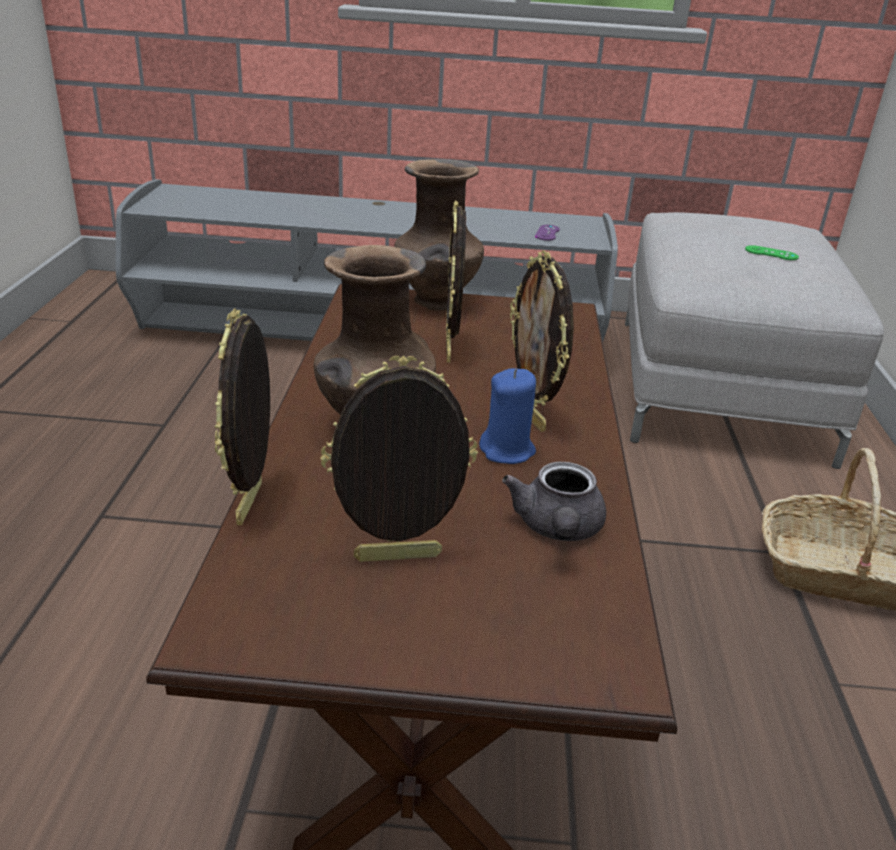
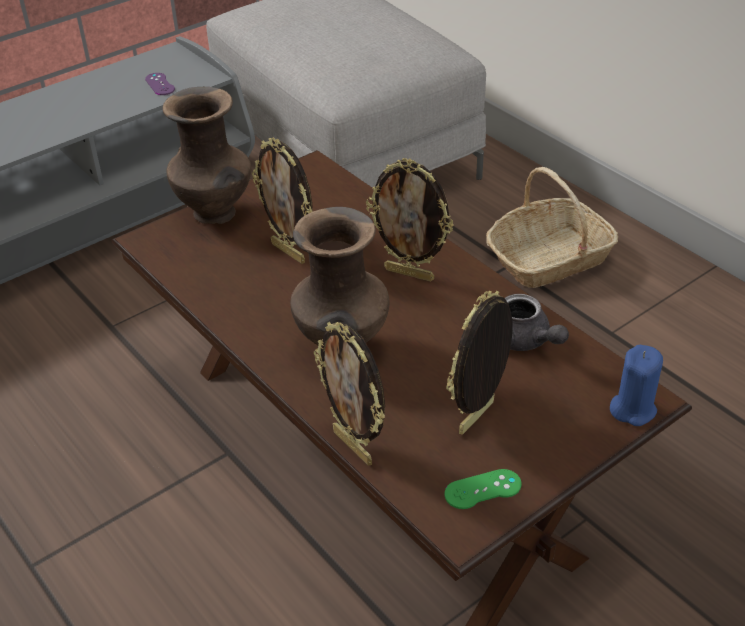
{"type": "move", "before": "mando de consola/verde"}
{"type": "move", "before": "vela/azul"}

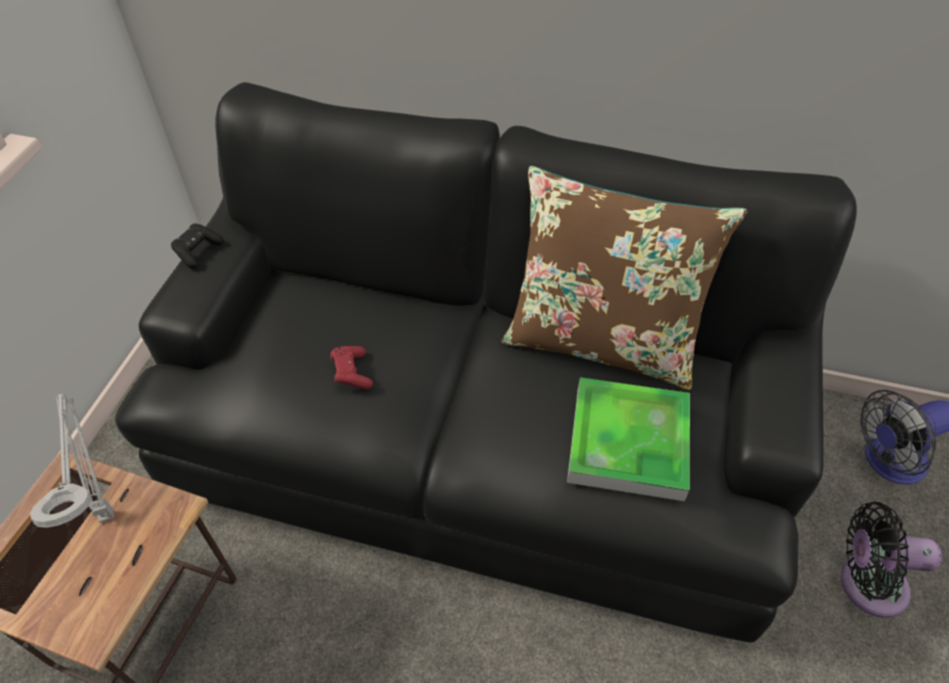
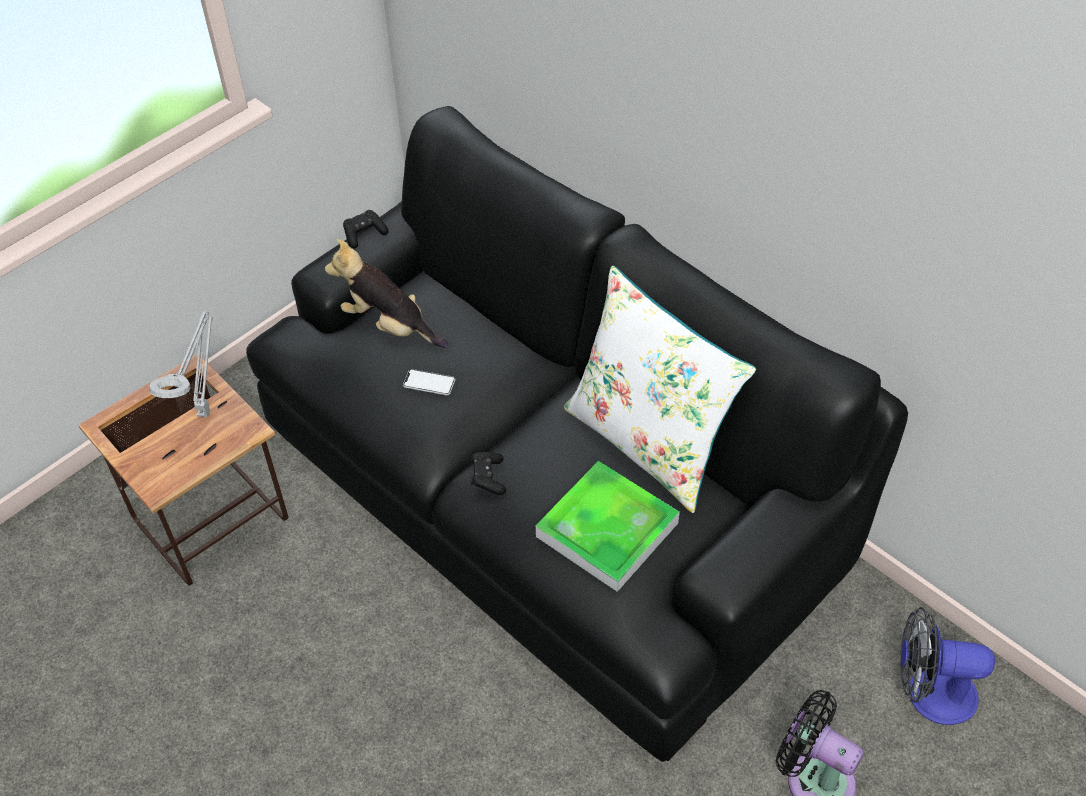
{"type": "recolor", "before": "cojín/marrón", "after": "cojín/blanco"}
{"type": "replace", "before": "mando de consola/rojo", "after": "móvil"}
{"type": "insert", "after": "peluche"}
{"type": "insert", "after": "mando de consola/negro (2nd from left)"}

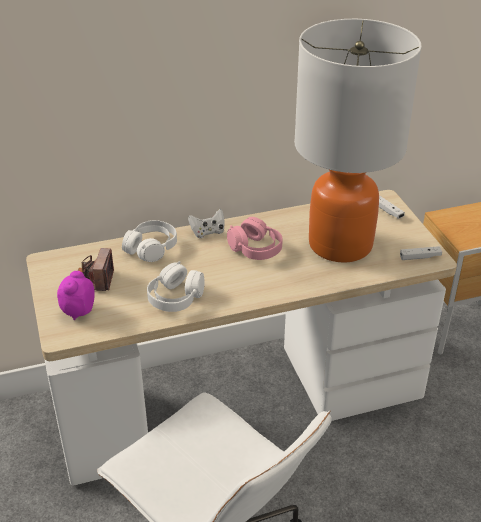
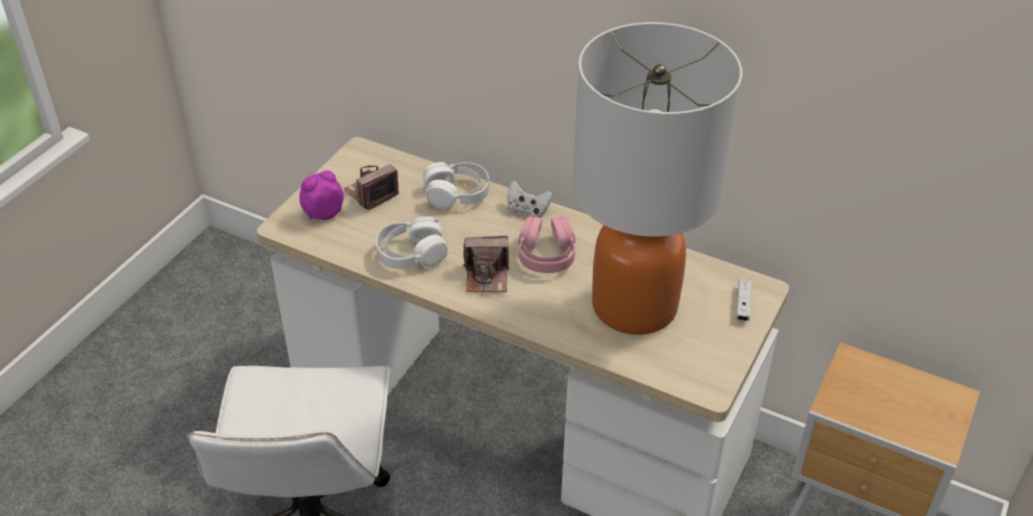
{"type": "delete", "before": "mando de consola/blanco (3rd from left)"}
{"type": "insert", "after": "cámara (2nd from left)"}

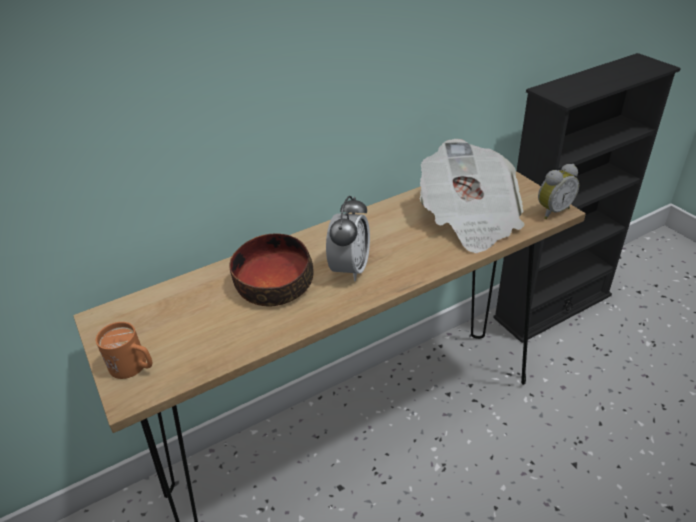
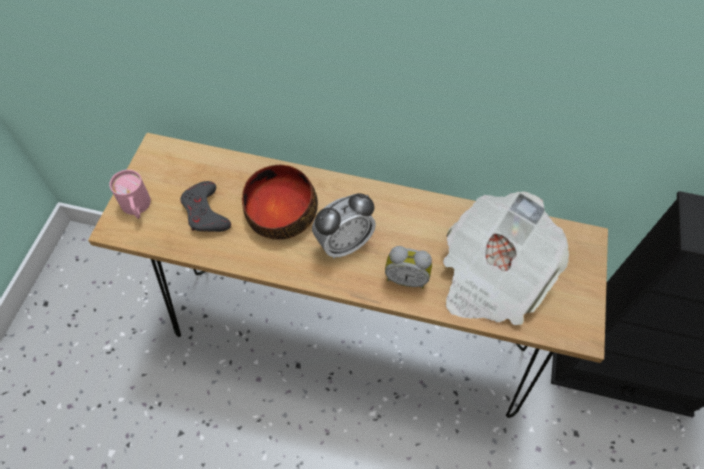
{"type": "move", "before": "despertador (2nd from left)"}
{"type": "recolor", "before": "taza grande/naranja", "after": "taza grande/rosa"}
{"type": "insert", "after": "mando de consola/gris"}

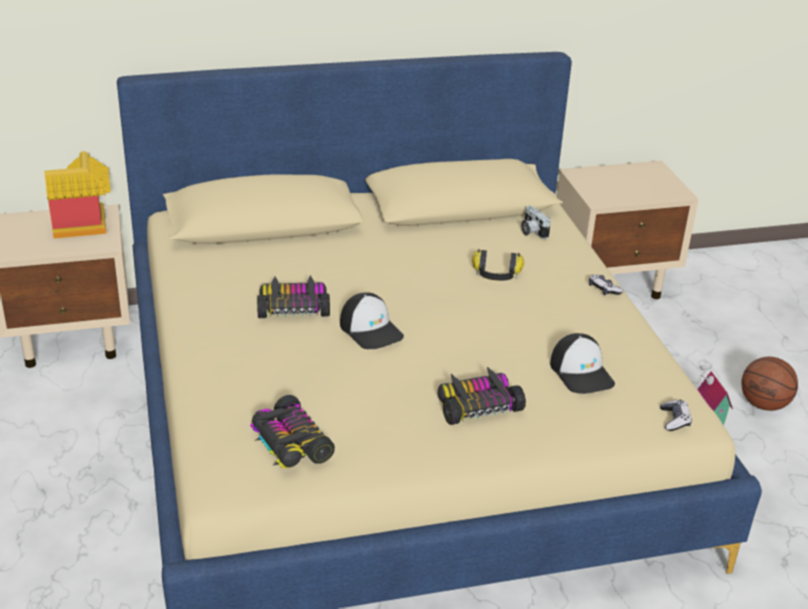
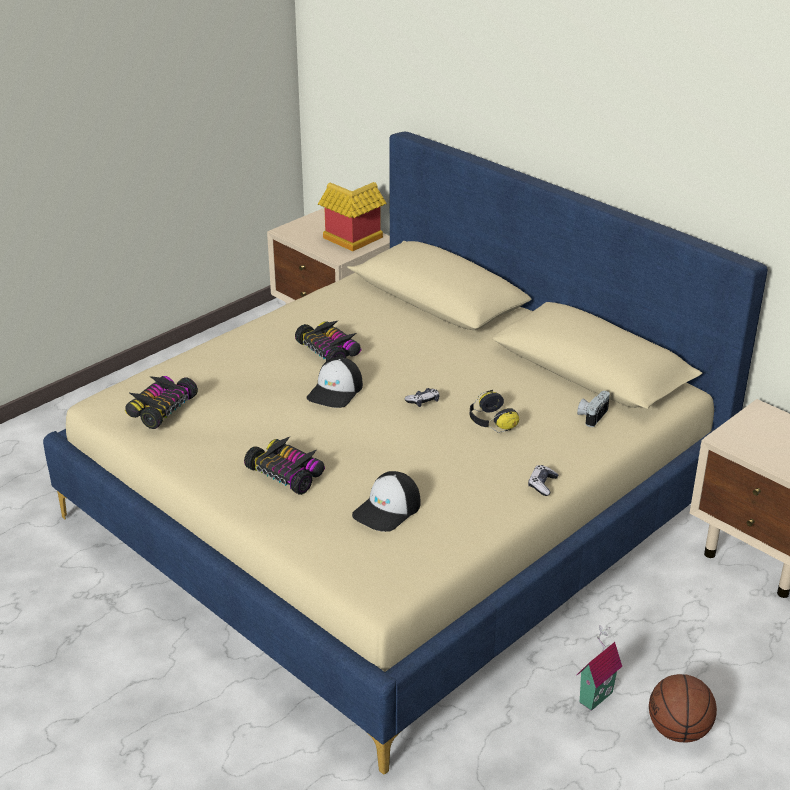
{"type": "move", "before": "mando de consola (2nd from left in the first image)", "after": "mando de consola (1st from left)"}

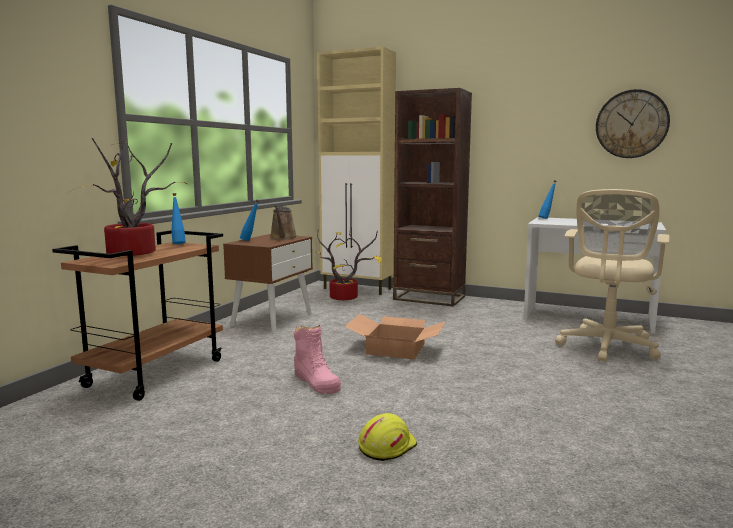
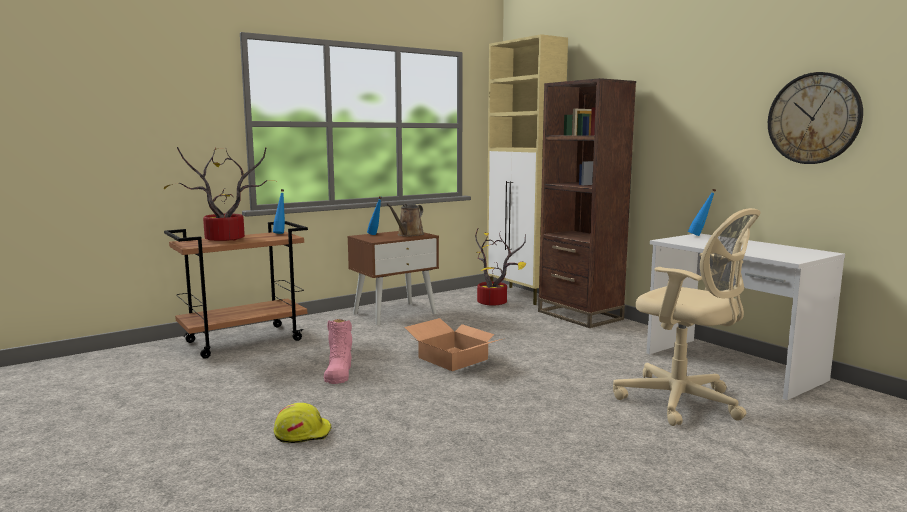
{"type": "rotate", "before": "silla de oficina/beis", "turn": -105}

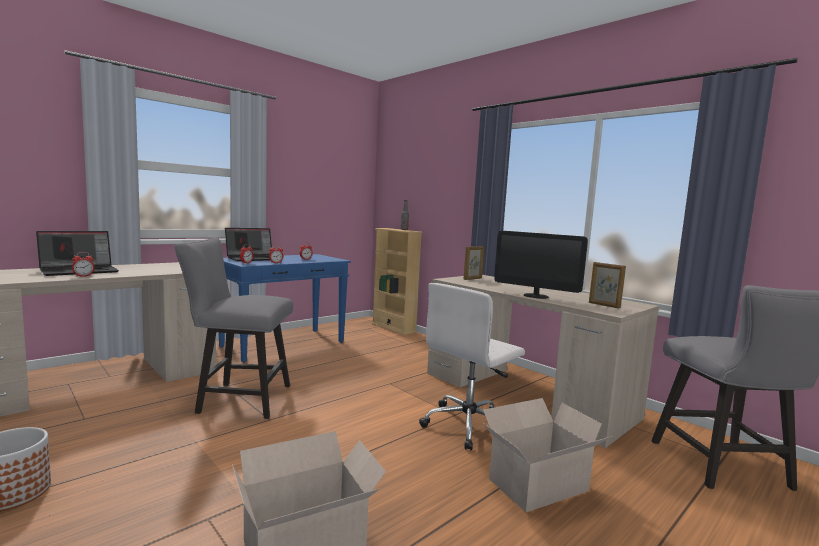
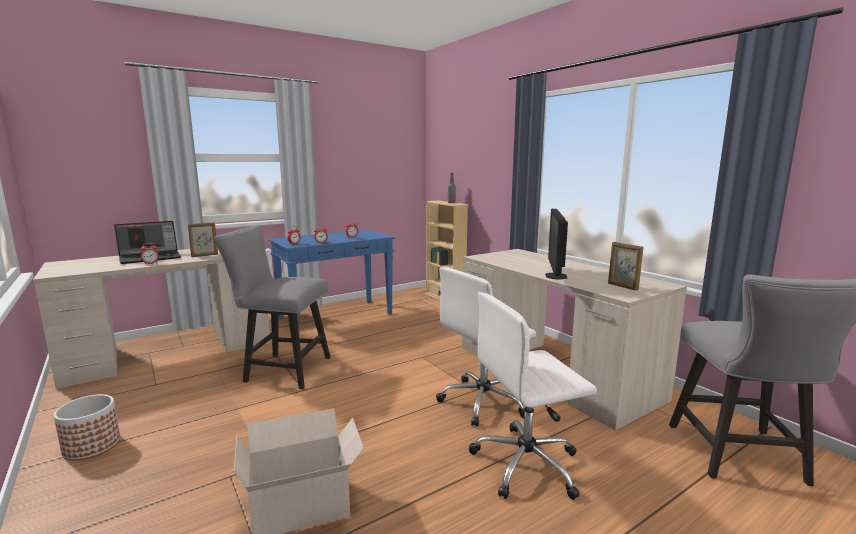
{"type": "delete", "before": "portátil (2nd from left)"}
{"type": "rotate", "before": "monitor", "turn": 60}
{"type": "move", "before": "portarretratos (1st from left)"}
{"type": "replace", "before": "caja de cartón (2nd from left)", "after": "silla de oficina/blanco (2nd from left)"}

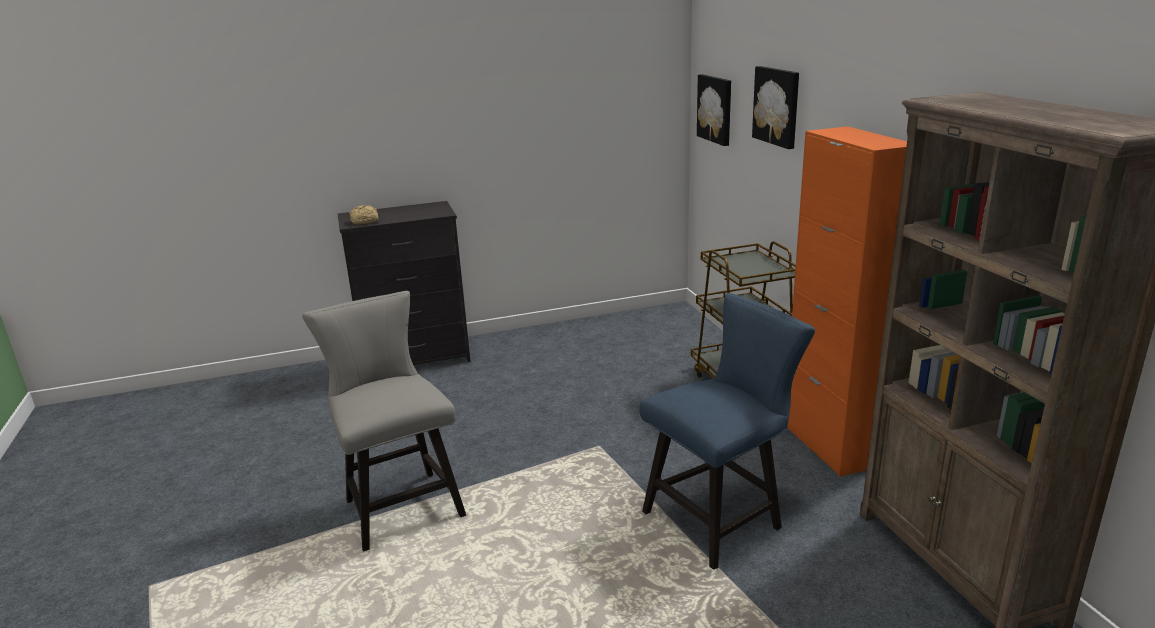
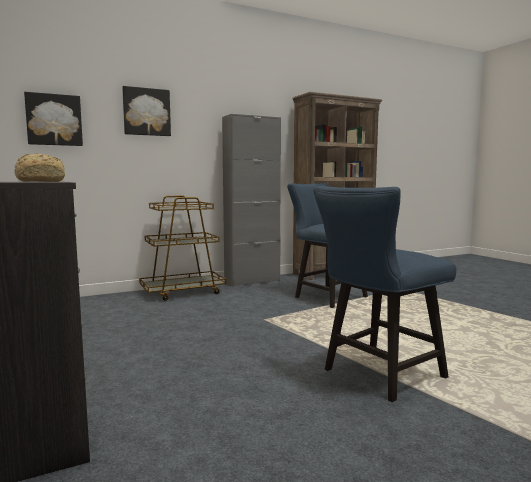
{"type": "recolor", "before": "armario/naranja", "after": "armario/gris"}
{"type": "recolor", "before": "silla/gris", "after": "silla/azul (2nd from left)"}

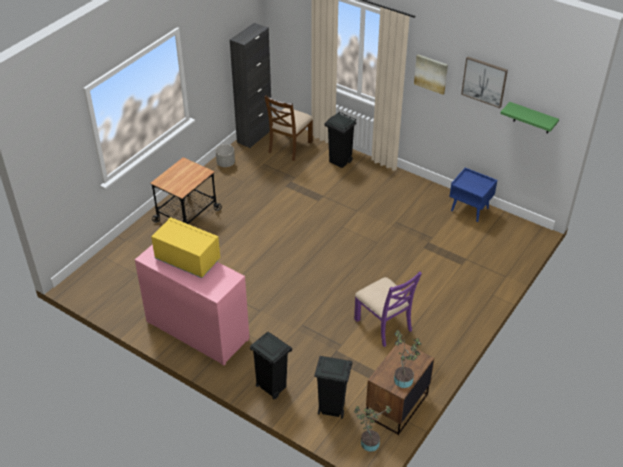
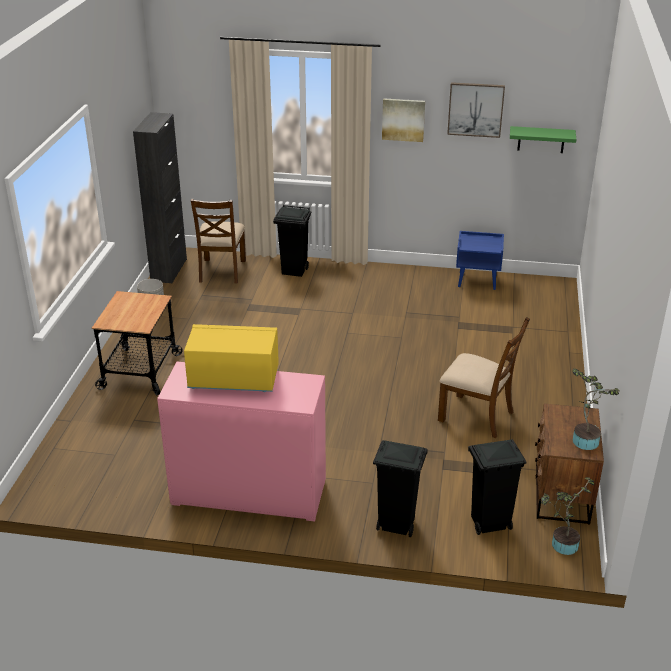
{"type": "recolor", "before": "silla/morado", "after": "silla/marrón (2nd from left)"}

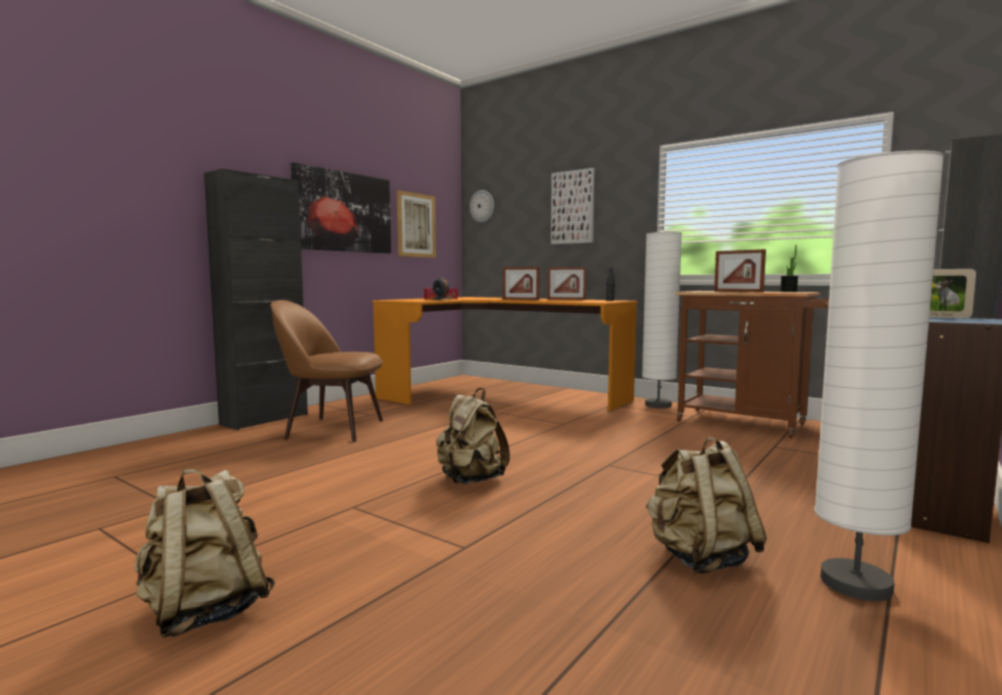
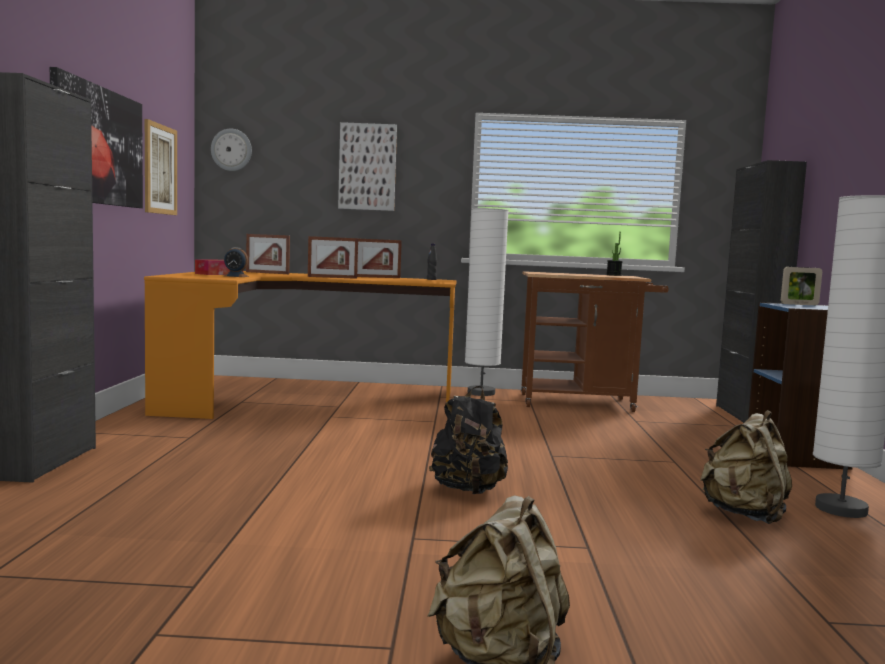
{"type": "move", "before": "portarretratos (3rd from left in the first image)", "after": "portarretratos (1st from left)"}
{"type": "delete", "before": "silla/marrón"}
{"type": "recolor", "before": "mochila/beis (2nd from left)", "after": "mochila/negro"}

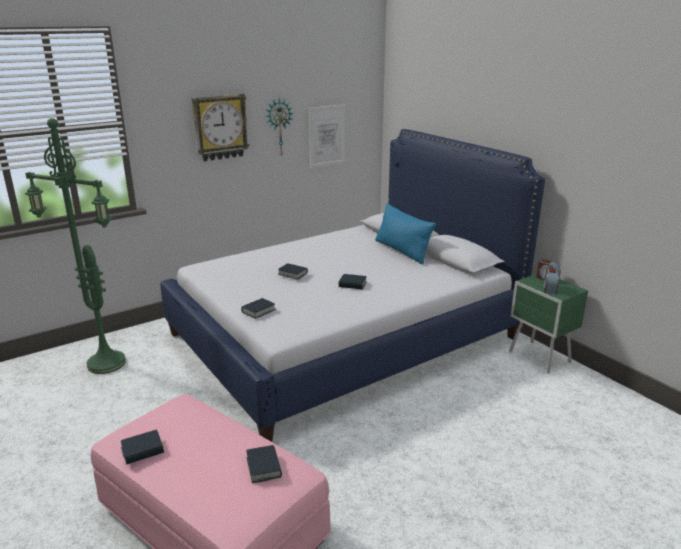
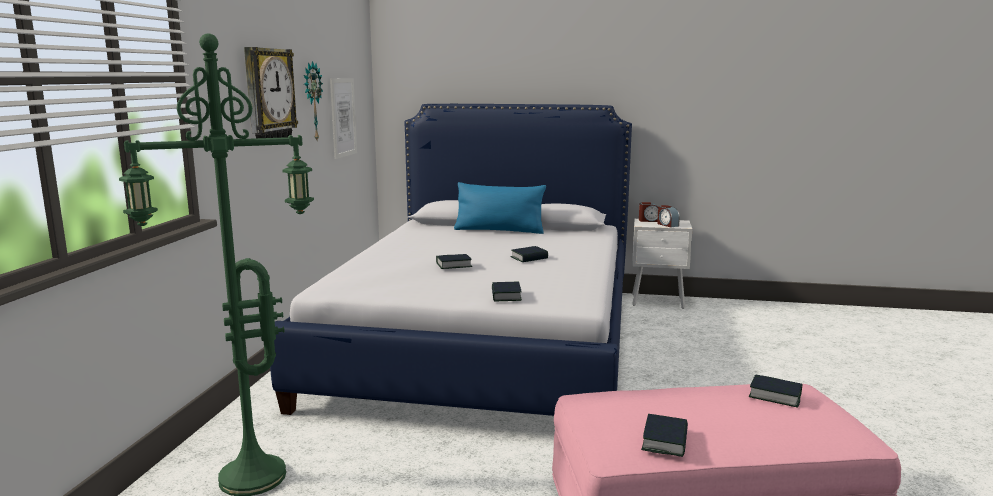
{"type": "recolor", "before": "mesita de noche/verde", "after": "mesita de noche/blanco"}

